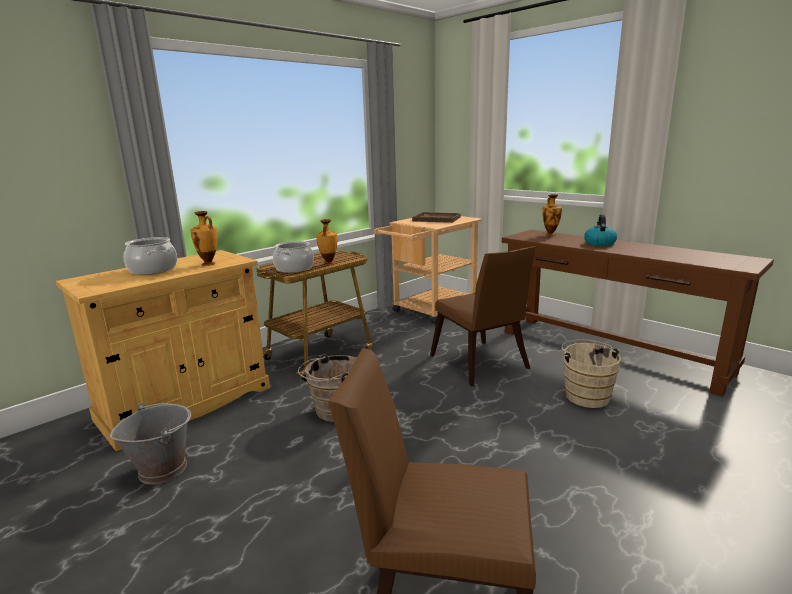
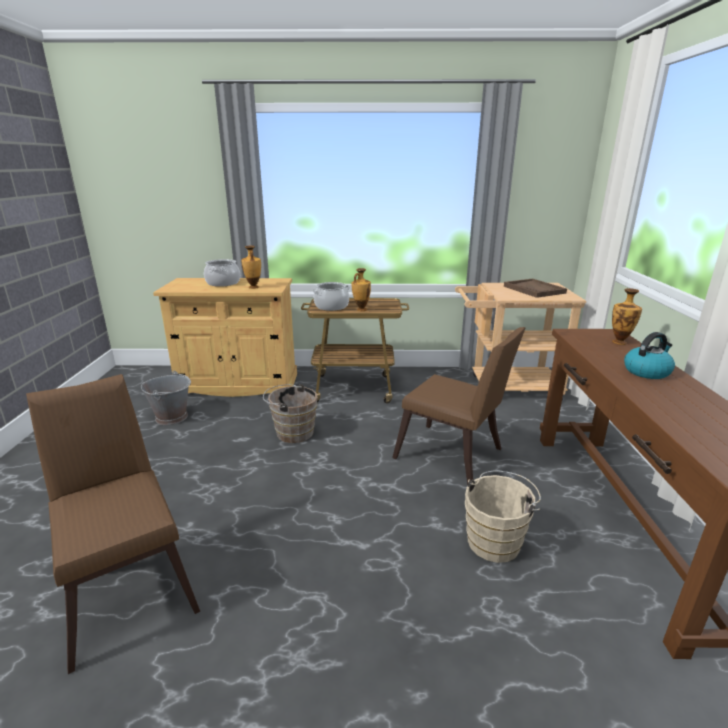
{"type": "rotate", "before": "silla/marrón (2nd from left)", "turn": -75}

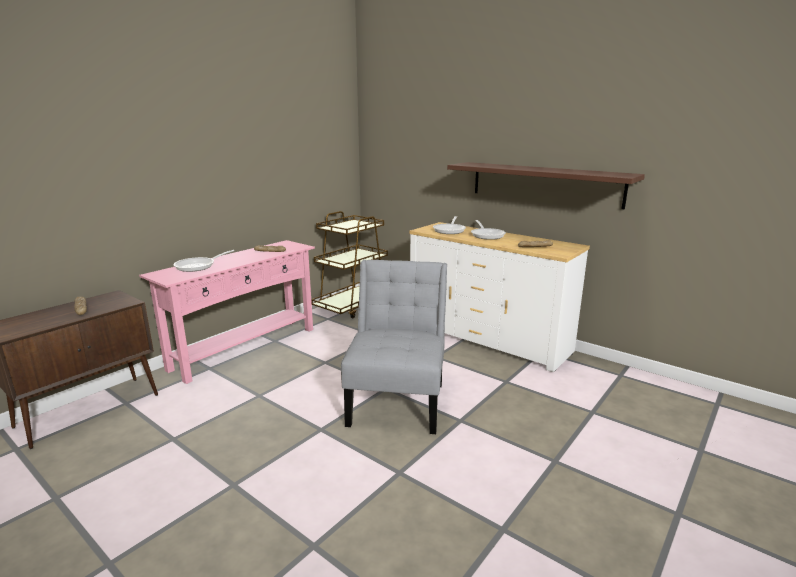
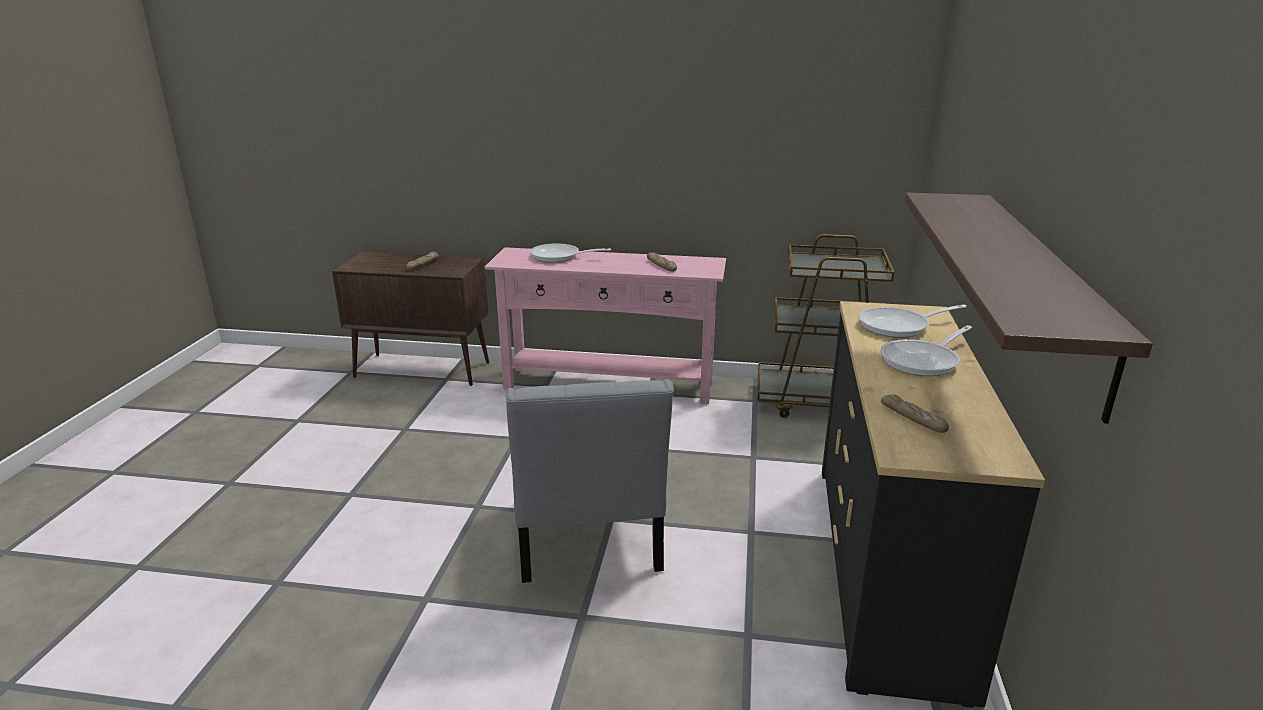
{"type": "recolor", "before": "cómoda/blanco", "after": "cómoda/negro"}
{"type": "rotate", "before": "silla/gris", "turn": 105}

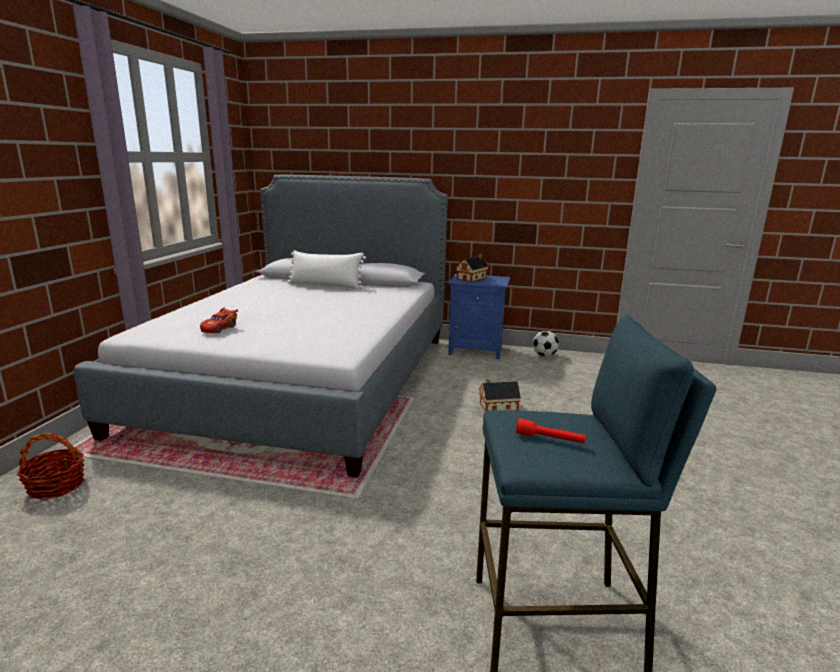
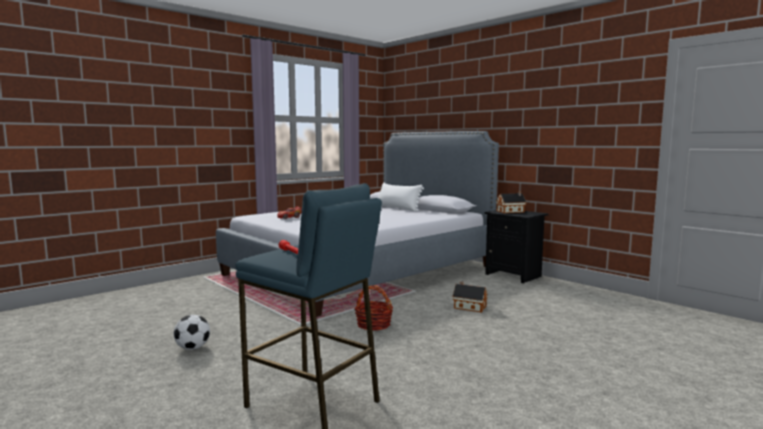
{"type": "recolor", "before": "mesita de noche/azul", "after": "mesita de noche/negro"}
{"type": "move", "before": "balón de fútbol"}
{"type": "move", "before": "cesta"}

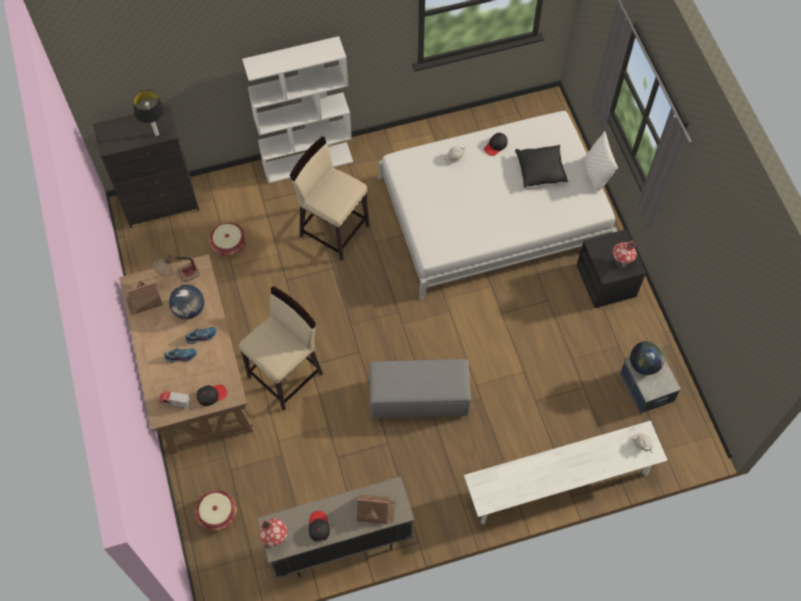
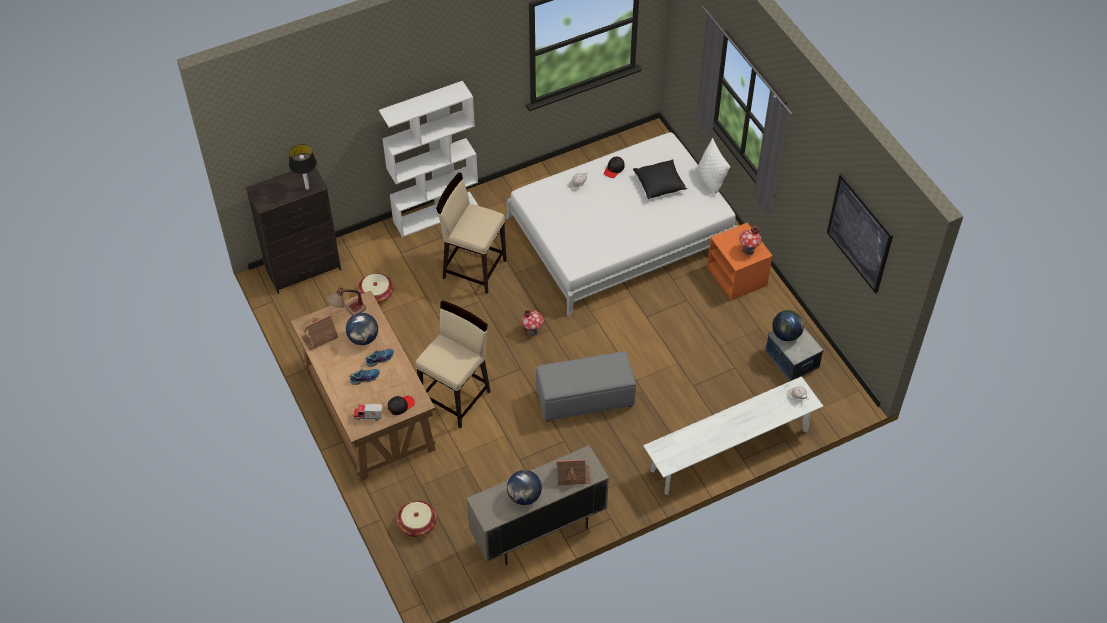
{"type": "recolor", "before": "mesita de noche/negro", "after": "mesita de noche/naranja"}
{"type": "replace", "before": "gorra/negro (2nd from left)", "after": "globo terráqueo (2nd from left)"}
{"type": "move", "before": "casita (2nd from left)"}
{"type": "insert", "after": "cuadro"}

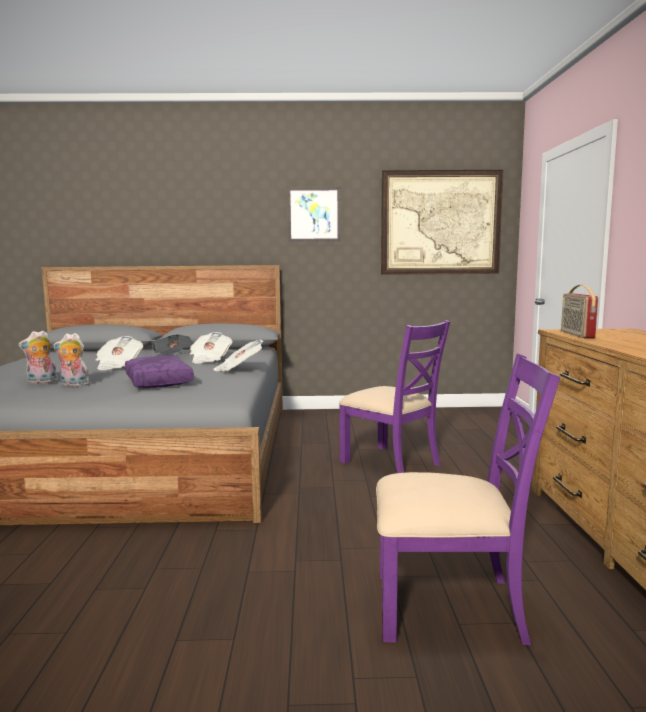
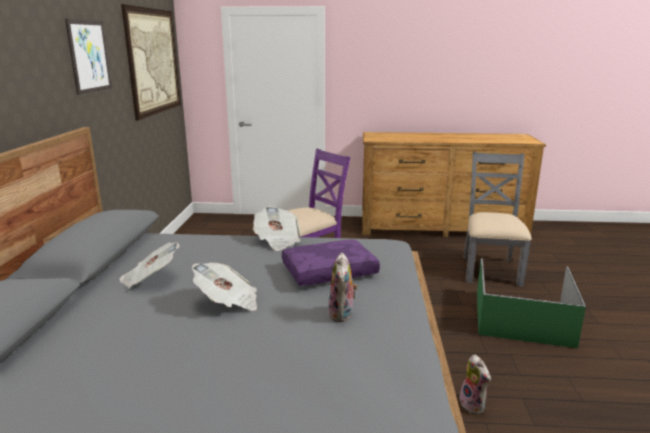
{"type": "delete", "before": "radio"}
{"type": "move", "before": "peluche (1st from left in the first image)", "after": "peluche (2nd from left)"}
{"type": "delete", "before": "periódico (3rd from left)"}
{"type": "recolor", "before": "silla/morado (2nd from left)", "after": "silla/gris"}
{"type": "insert", "after": "caja de almacenaje/verde"}

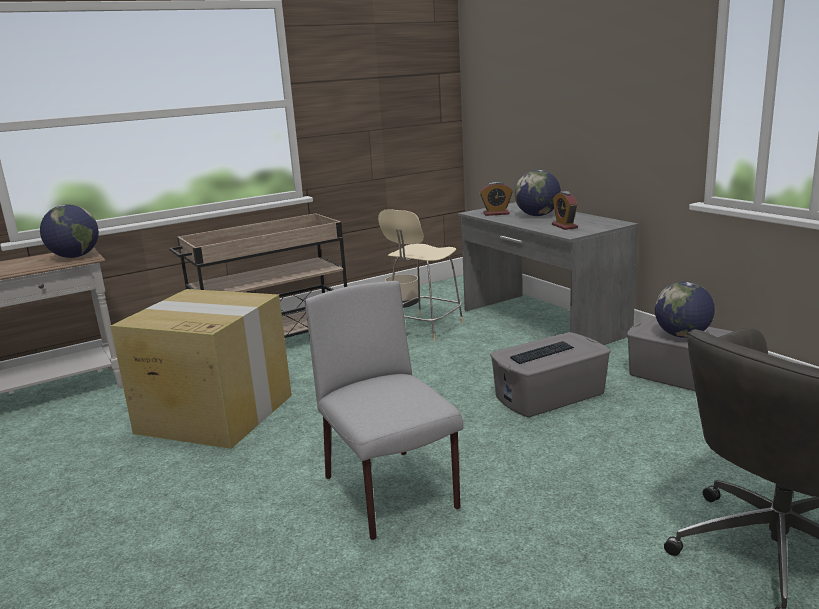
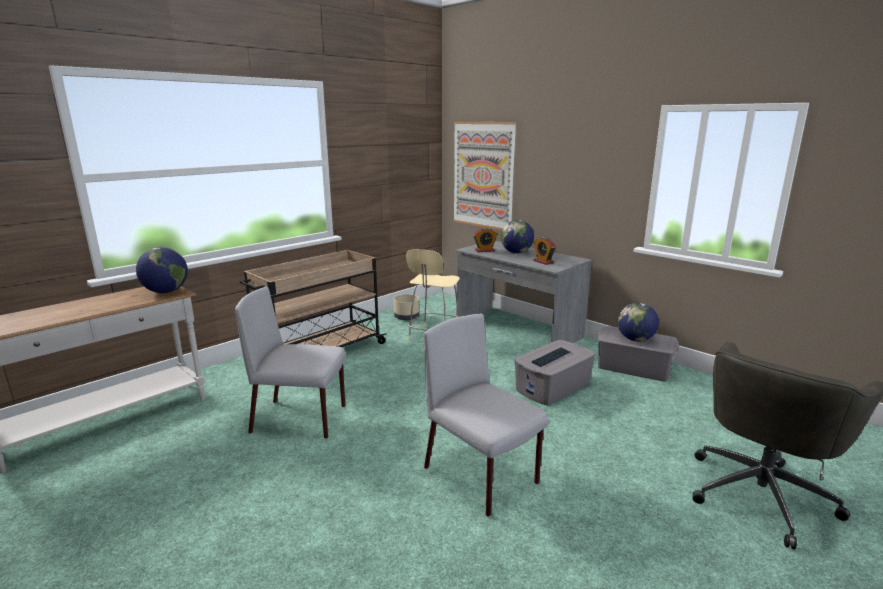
{"type": "replace", "before": "caja de cartón", "after": "silla/gris (1st from left)"}
{"type": "insert", "after": "cuadro"}

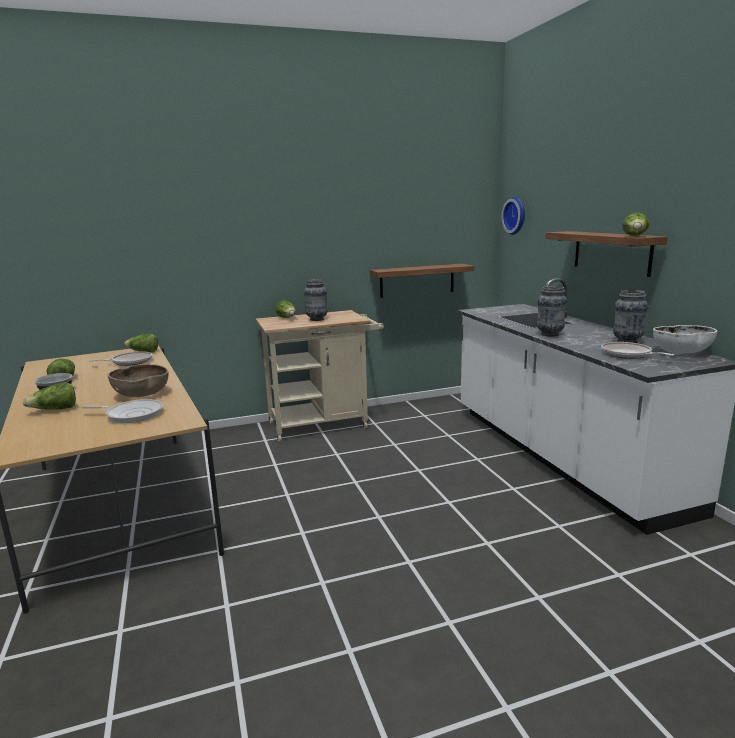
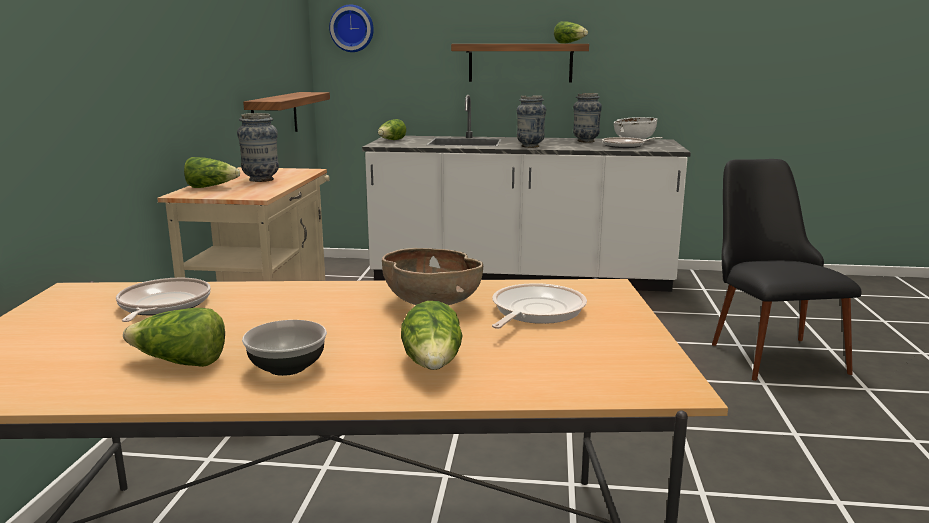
{"type": "move", "before": "lechuga (3rd from left)"}
{"type": "insert", "after": "silla/negro"}

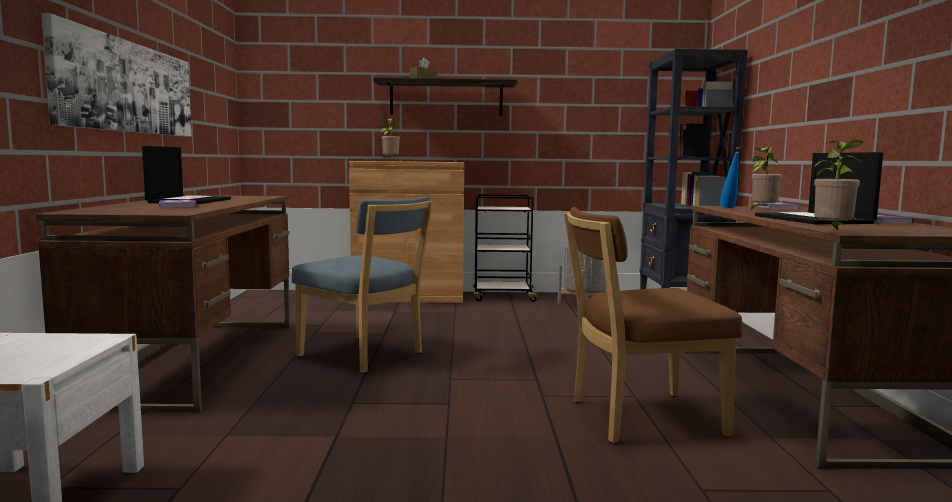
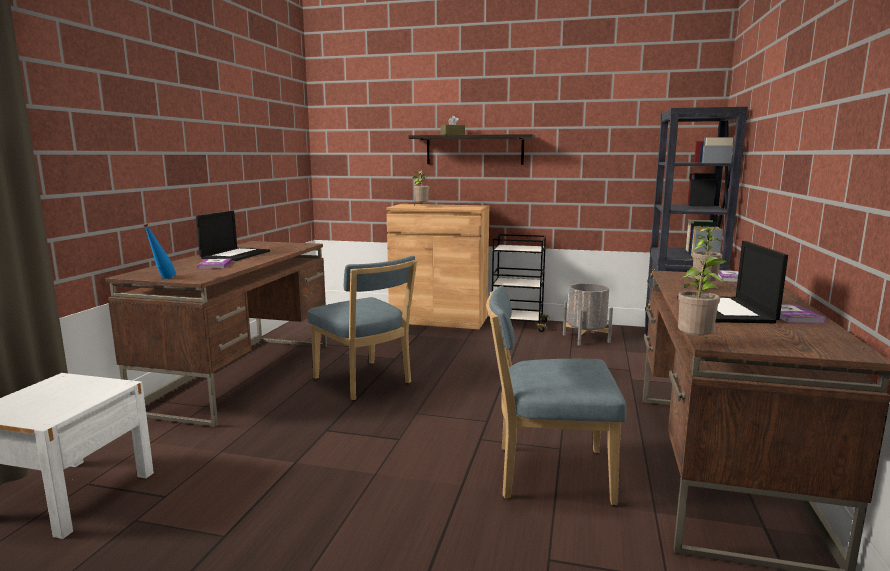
{"type": "delete", "before": "cuadro"}
{"type": "move", "before": "botella/azul"}
{"type": "recolor", "before": "silla/marrón", "after": "silla/azul (2nd from left)"}

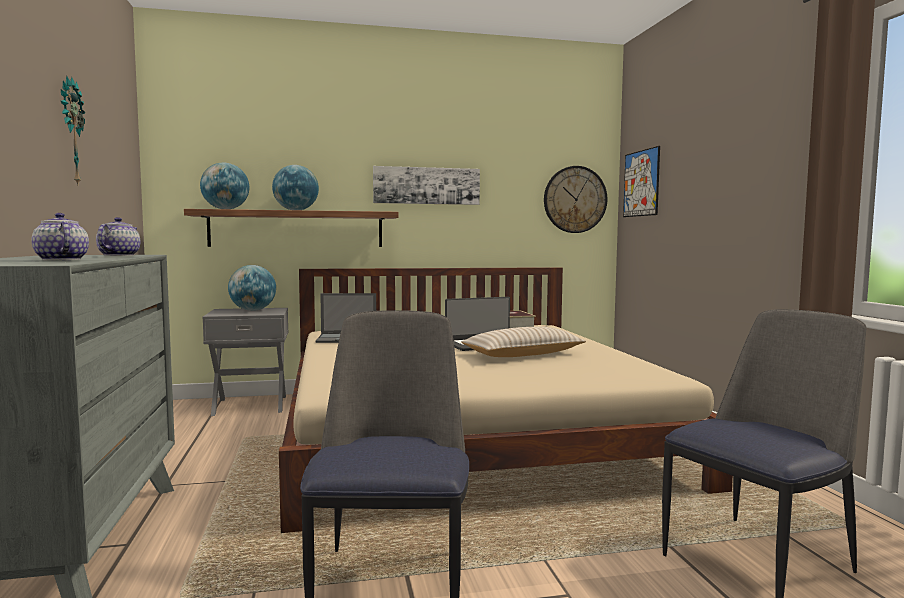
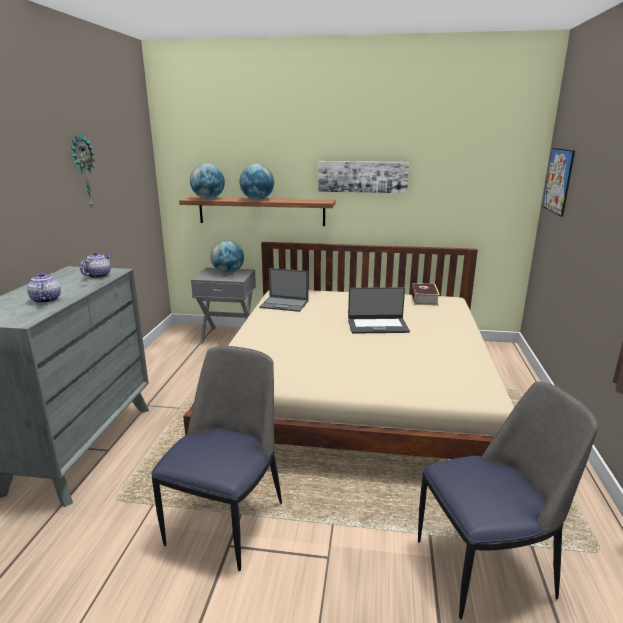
{"type": "delete", "before": "reloj de pared (2nd from left)"}
{"type": "delete", "before": "cojín/beis"}

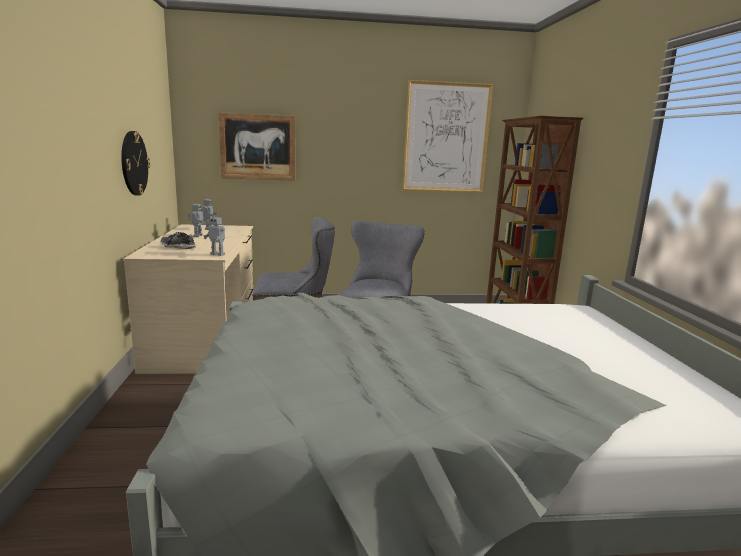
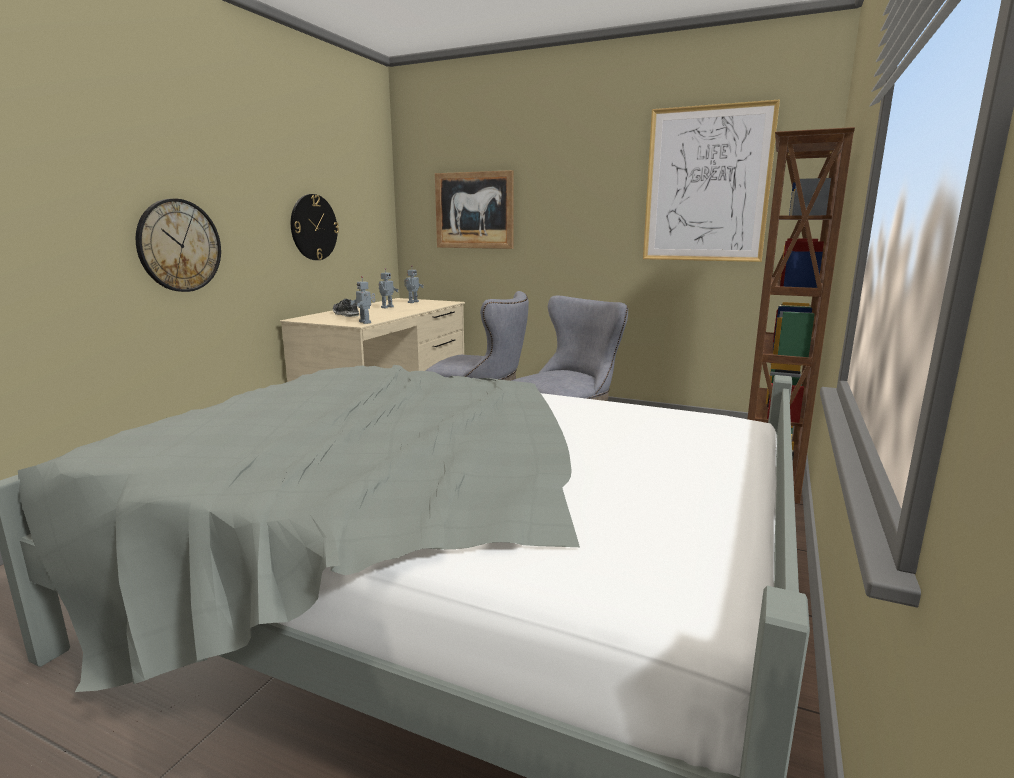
{"type": "insert", "after": "reloj de pared (1st from left)"}

